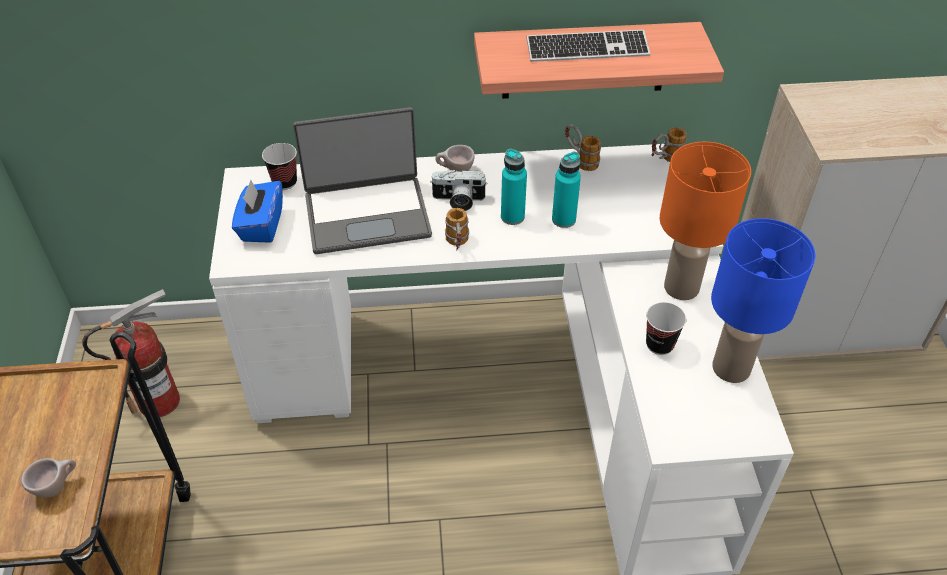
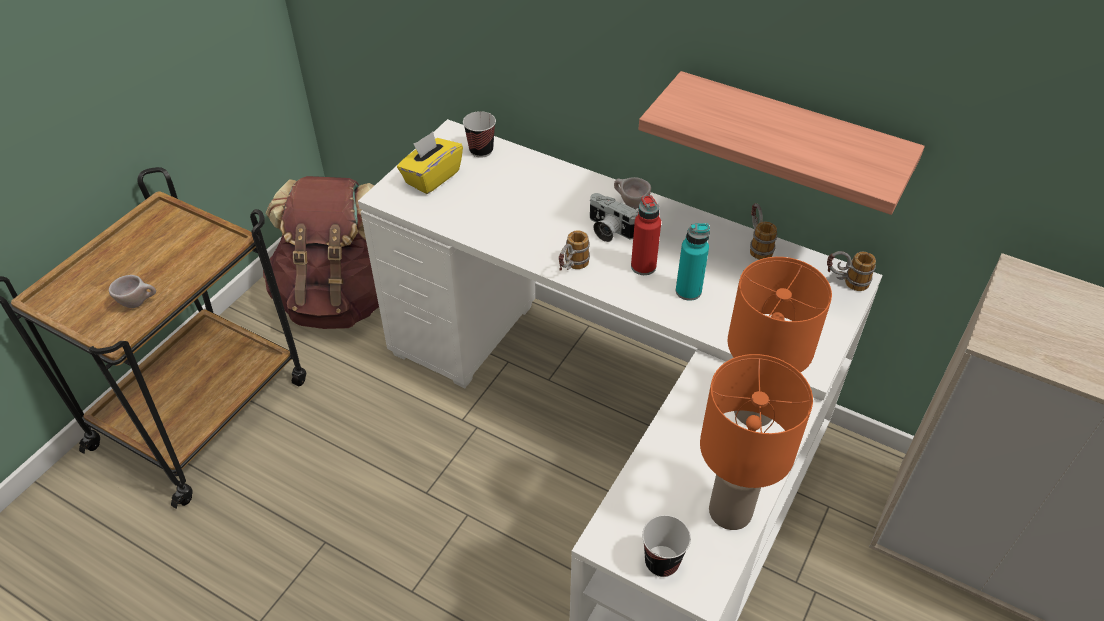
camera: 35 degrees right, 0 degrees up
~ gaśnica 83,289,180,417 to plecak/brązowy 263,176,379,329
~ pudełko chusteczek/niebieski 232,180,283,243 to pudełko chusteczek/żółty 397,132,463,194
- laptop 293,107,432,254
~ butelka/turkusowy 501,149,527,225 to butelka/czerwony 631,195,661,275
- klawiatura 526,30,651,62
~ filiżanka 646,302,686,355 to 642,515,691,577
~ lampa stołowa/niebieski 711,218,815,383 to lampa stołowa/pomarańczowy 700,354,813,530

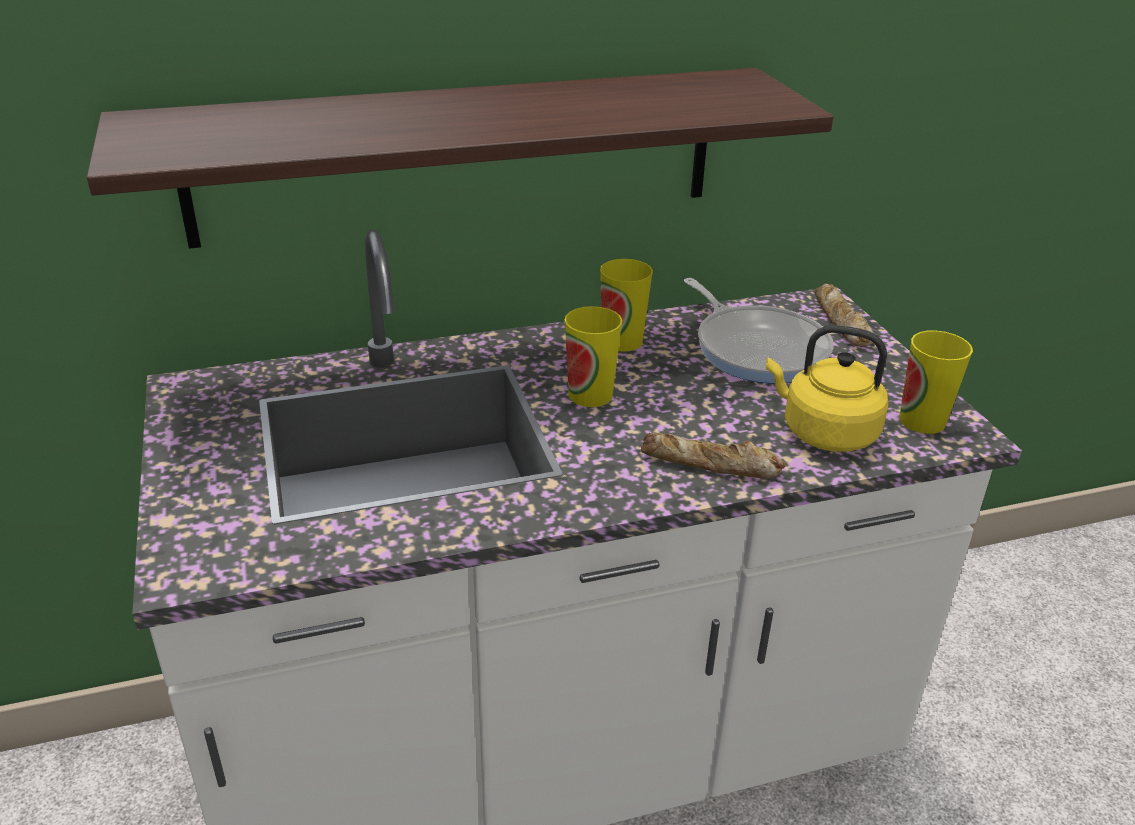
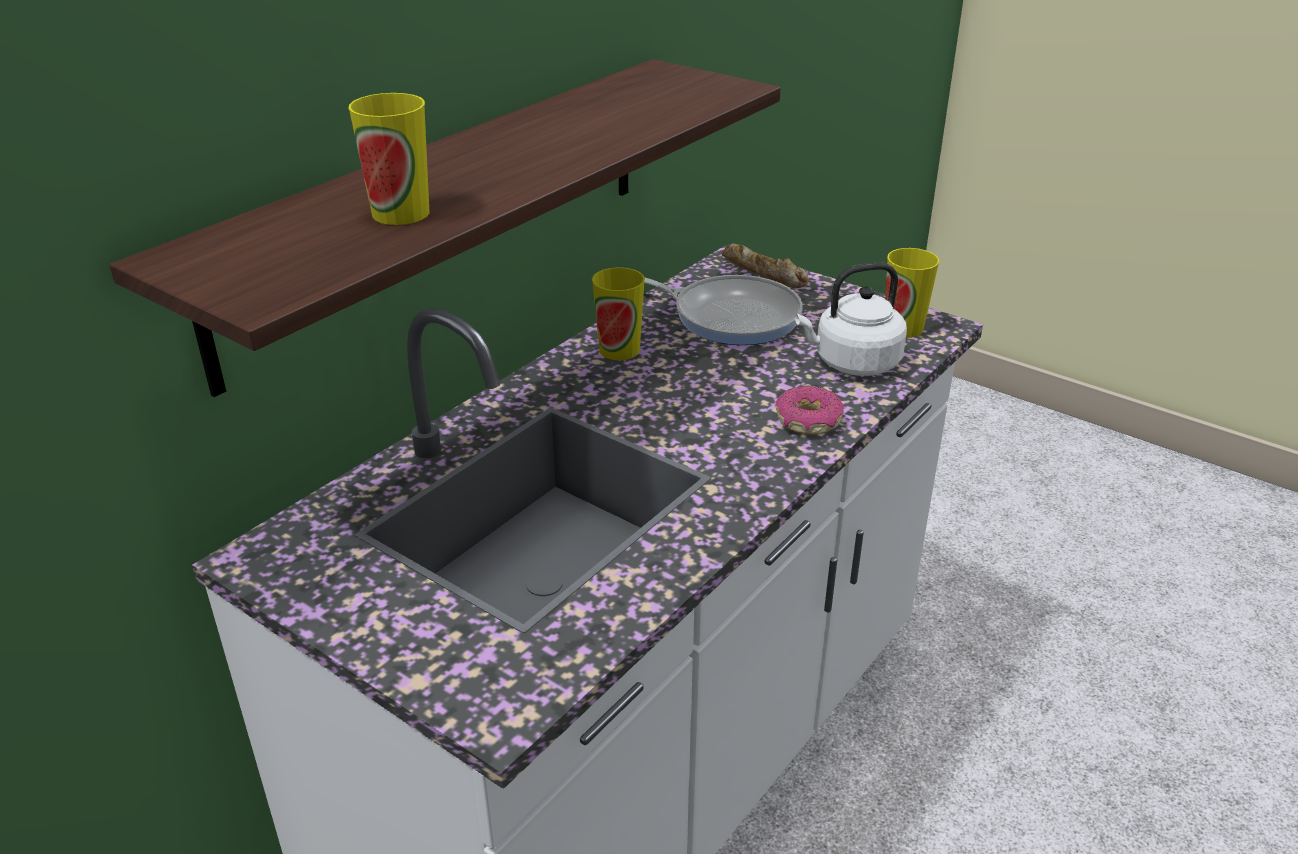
camera: 35 degrees left, 0 degrees up
~ filiżanka 565,306,622,407 to 349,93,430,225
~ chleb 641,433,785,479 to donut 776,385,844,435
~ czajnik/żółty 766,325,888,452 to czajnik/biały 795,262,907,376

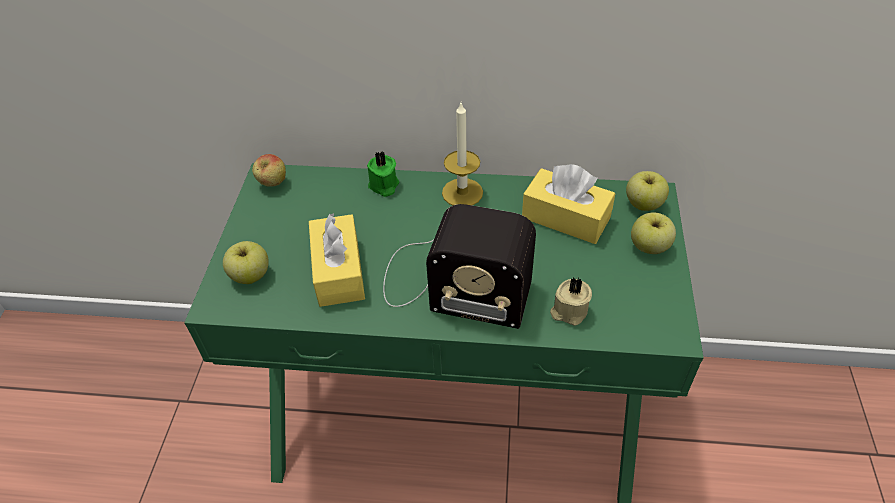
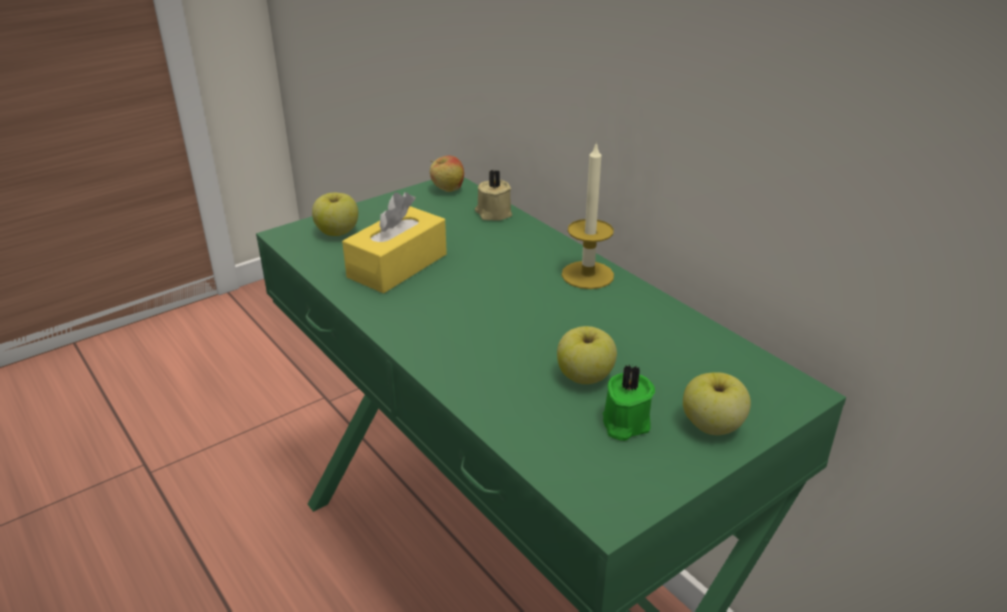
camera: 45 degrees right, 15 degrees down
~ świeca/zielony 367,152,399,197 to 603,365,655,441
- radio 383,204,536,329
- pudełko chusteczek/żółty 522,164,615,244
~ świeca/beżowy 550,277,592,326 to 475,170,512,221
~ jabłko 626,171,669,211 to 557,326,617,384

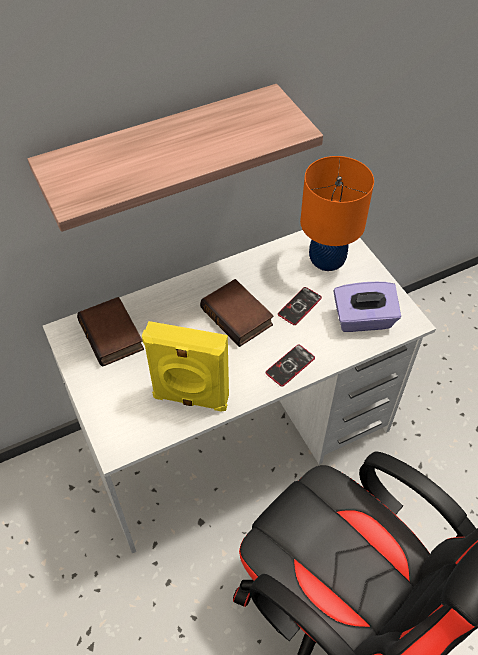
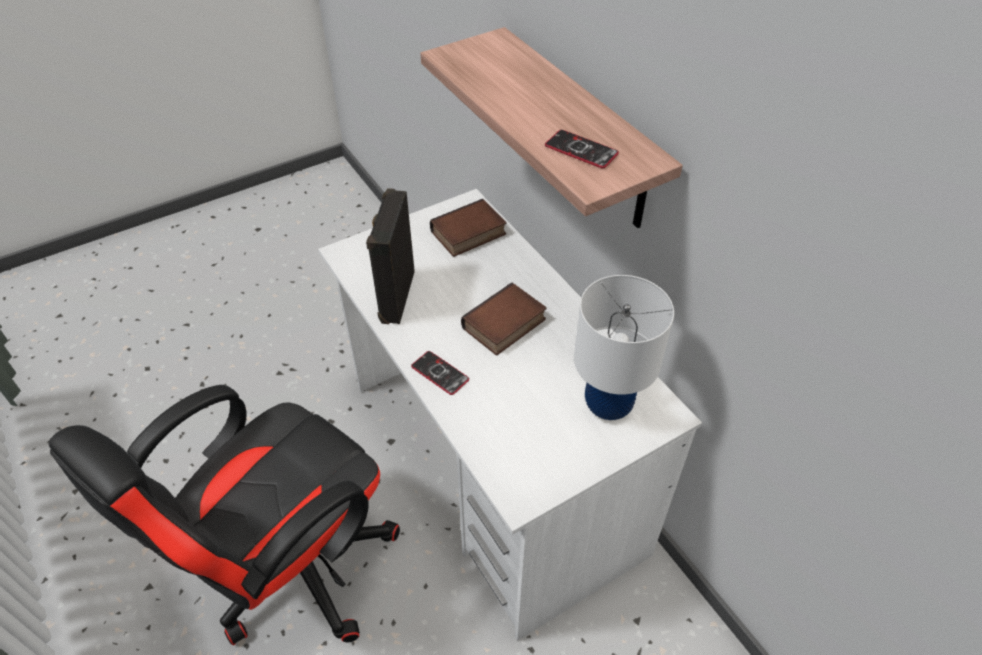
camera: 85 degrees right, 5 degrees down
~ głośnik/żółty 142,321,229,411 to głośnik/czarny 366,188,415,324
~ telefon 278,287,322,325 to 545,130,619,168
~ lampa stołowa/pomarańczowy 300,156,374,271 to lampa stołowa/biały 574,275,674,420
- pudełko chusteczek/fioletowy 333,282,401,332

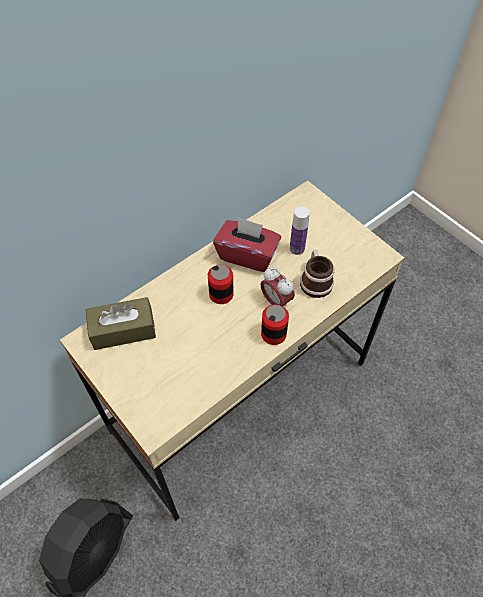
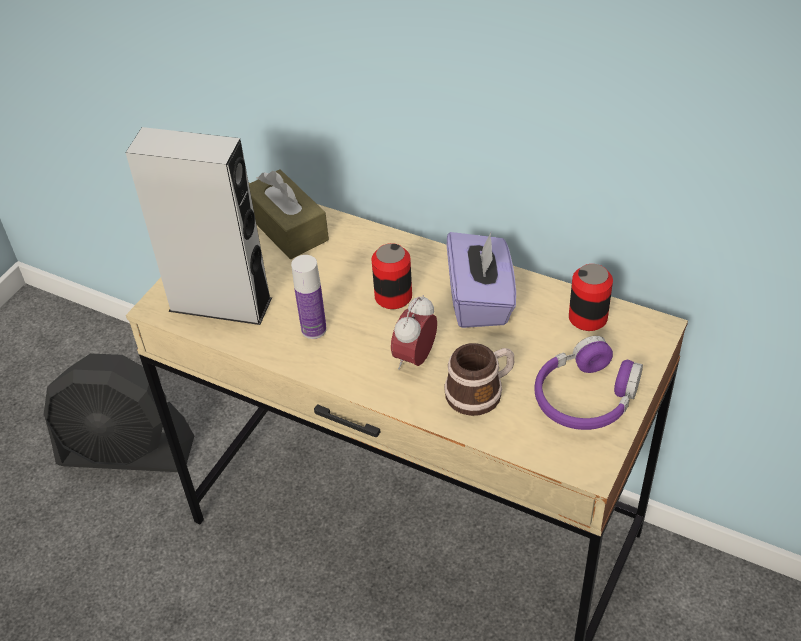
camera: 70 degrees right, 10 degrees down
~ pudełko chusteczek/czerwony 213,217,281,272 to pudełko chusteczek/fioletowy 447,232,516,328
~ puszka 261,305,289,345 to 569,264,613,331
~ butelka 290,206,310,255 to 291,255,327,339
+ głośnik/szary 126,127,272,325
+ słuchawki/fioletowy 534,336,643,430

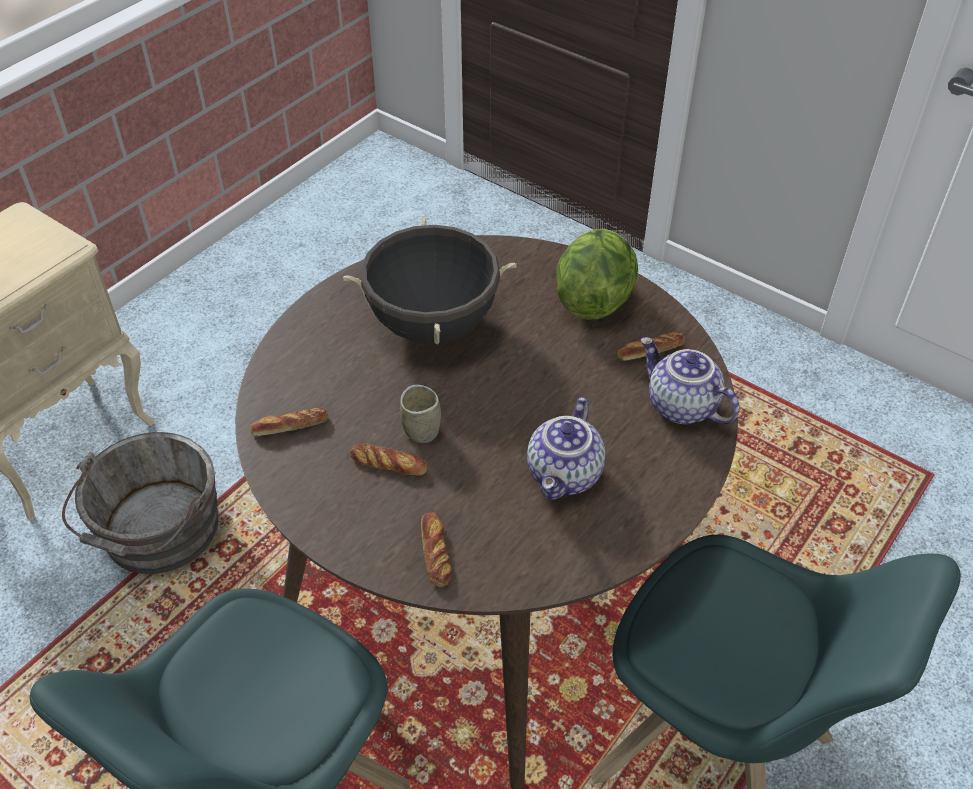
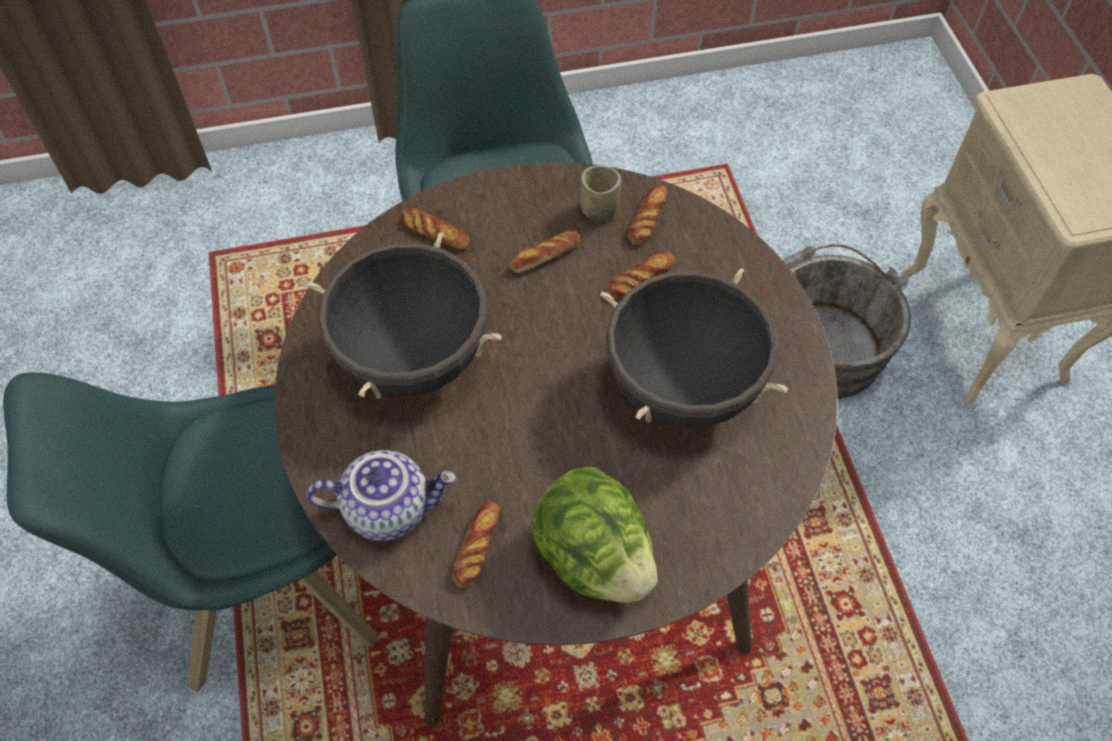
camera: 130 degrees right, 10 degrees up
~ filiżanka 400,385,441,443 to 581,166,621,221
~ imbryk 527,397,605,500 to garnek/czarny 307,232,502,399
+ chleb 607,251,675,299

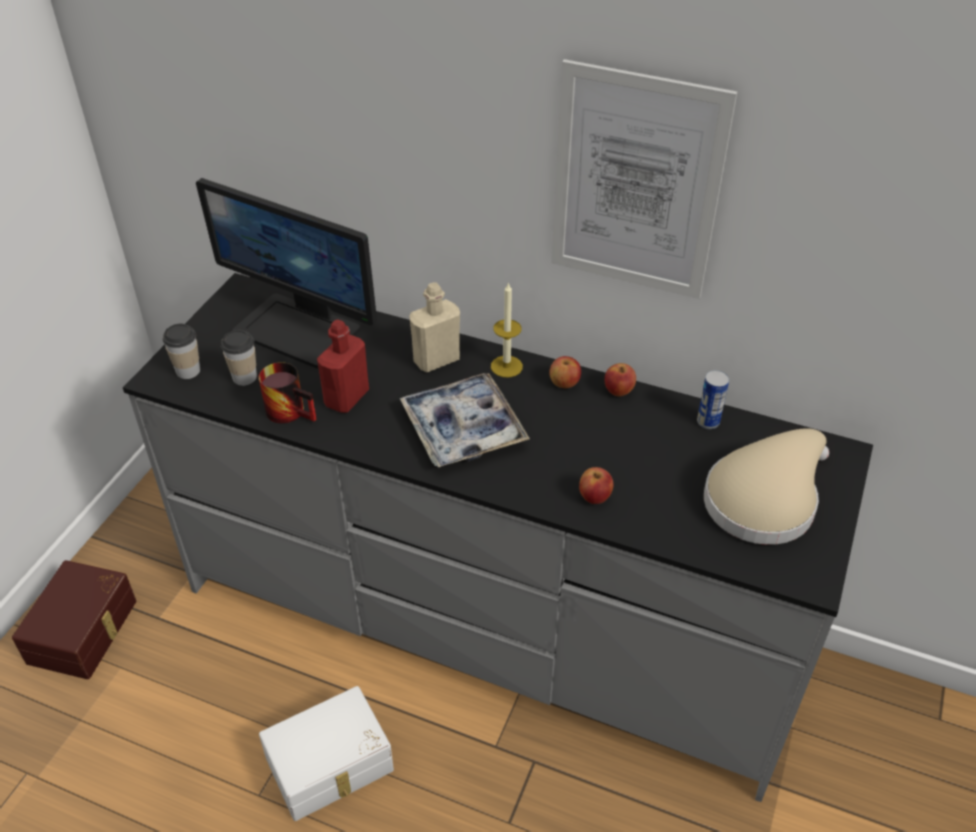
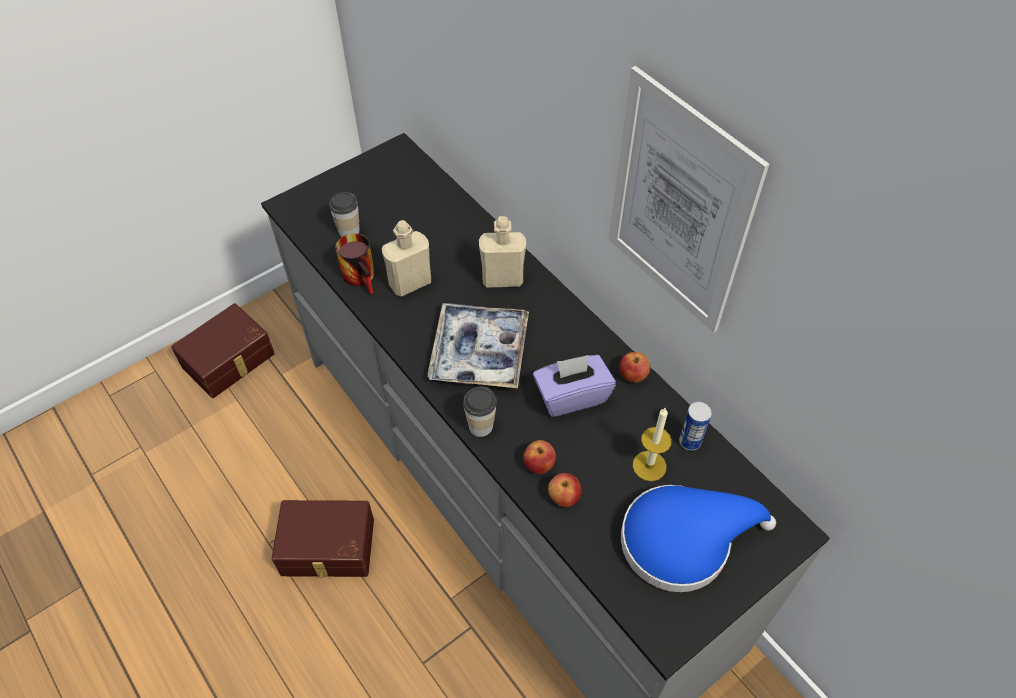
camera: 30 degrees right, 10 degrees up
~ filiżanka 163,324,200,379 to 463,387,497,437
- monitor 196,178,377,369
~ pojemnik do przechowywania/biały 259,686,394,821 to pojemnik do przechowywania/brązowy 272,500,374,578
~ butelka/czerwony 317,319,369,413 to butelka/beżowy 382,220,431,297
~ świeca 491,282,523,377 to 633,408,672,481
~ jabłko 549,356,581,388 to 548,473,582,507
~ kapelusz/beżowy 704,428,829,545 to kapelusz/niebieski 621,485,776,592
+ pudełko chusteczek/fioletowy 533,355,616,417

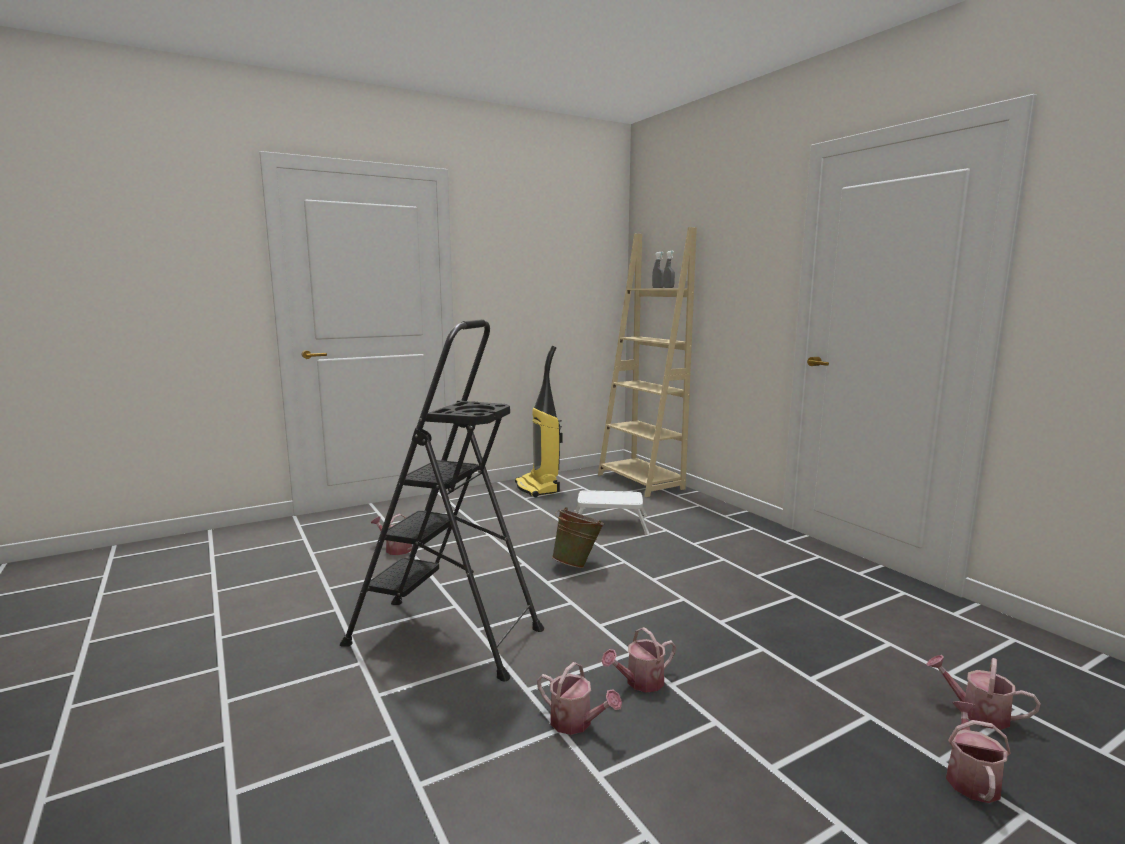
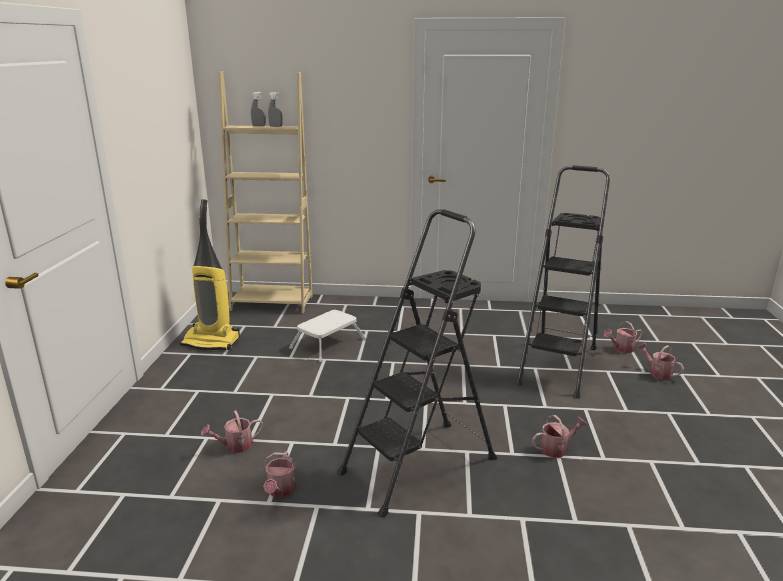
camera: 55 degrees left, 10 degrees up
- wiadro/zielony 552,507,604,568
~ konewka 601,627,676,693 to 263,452,296,498
+ drabinka 515,165,610,399

